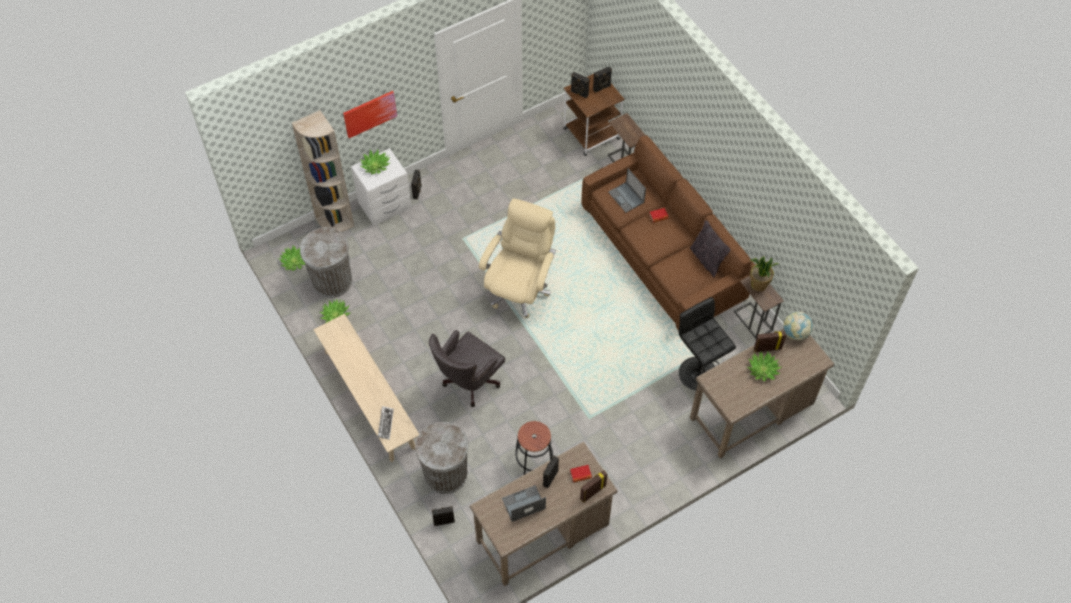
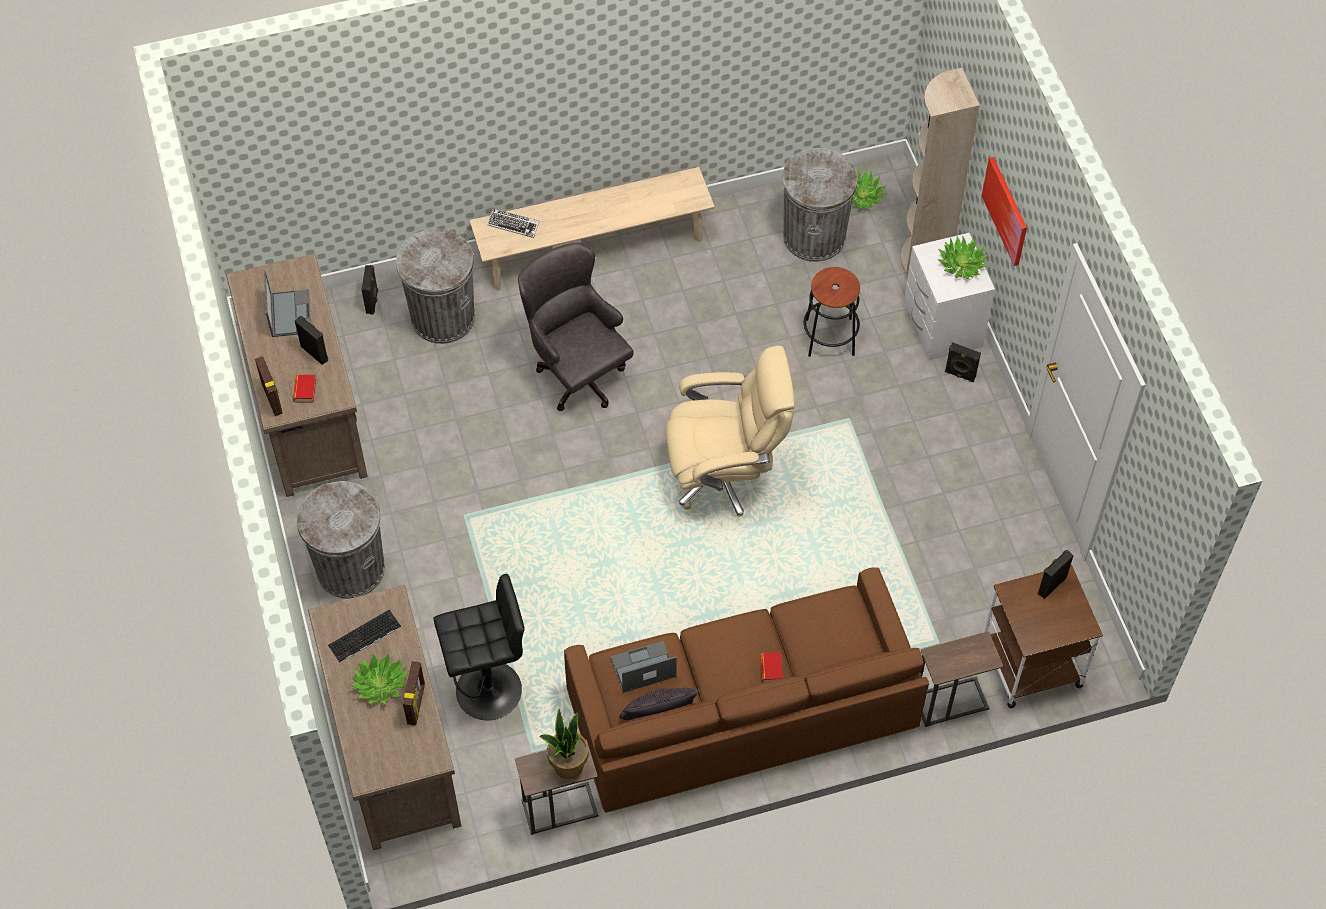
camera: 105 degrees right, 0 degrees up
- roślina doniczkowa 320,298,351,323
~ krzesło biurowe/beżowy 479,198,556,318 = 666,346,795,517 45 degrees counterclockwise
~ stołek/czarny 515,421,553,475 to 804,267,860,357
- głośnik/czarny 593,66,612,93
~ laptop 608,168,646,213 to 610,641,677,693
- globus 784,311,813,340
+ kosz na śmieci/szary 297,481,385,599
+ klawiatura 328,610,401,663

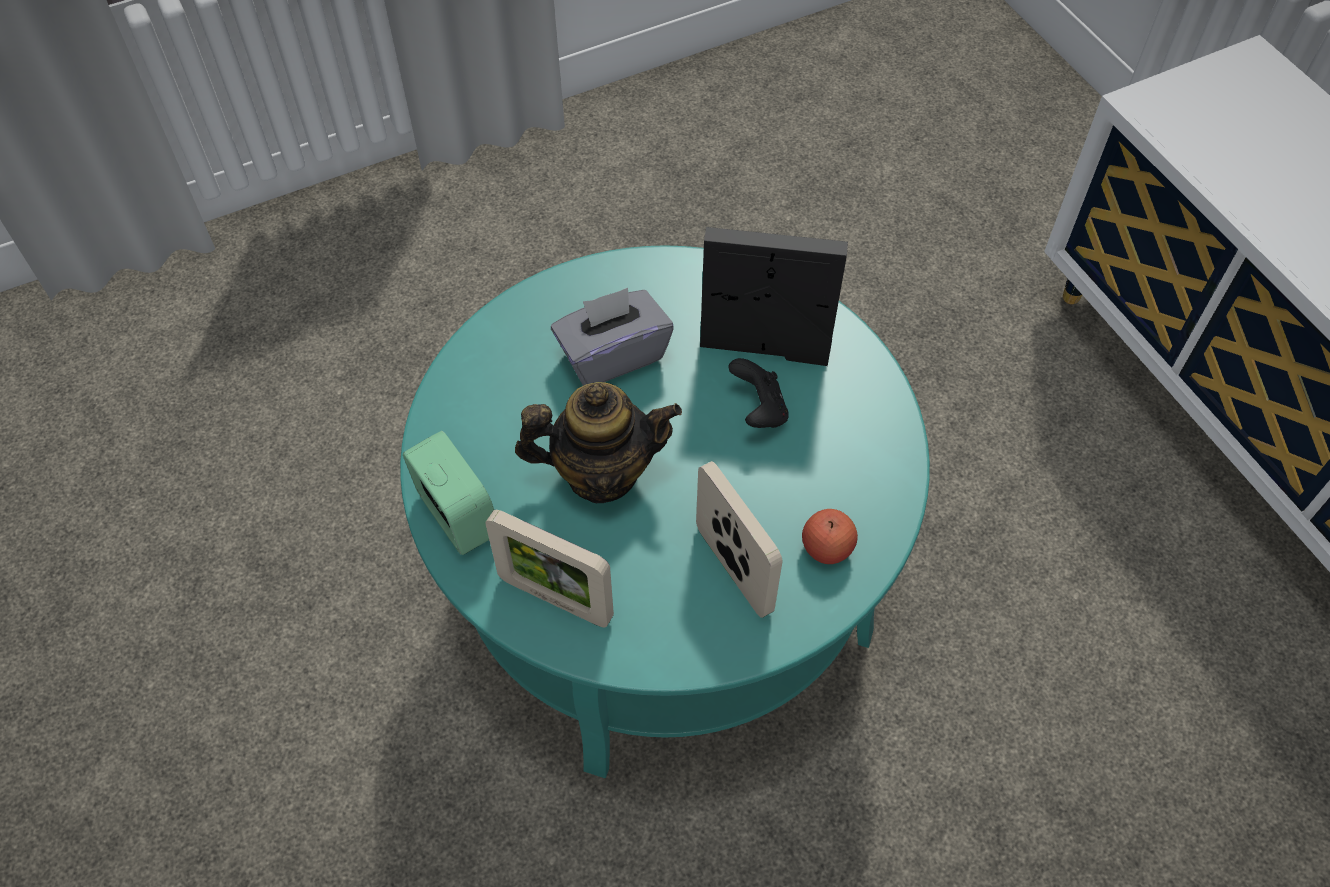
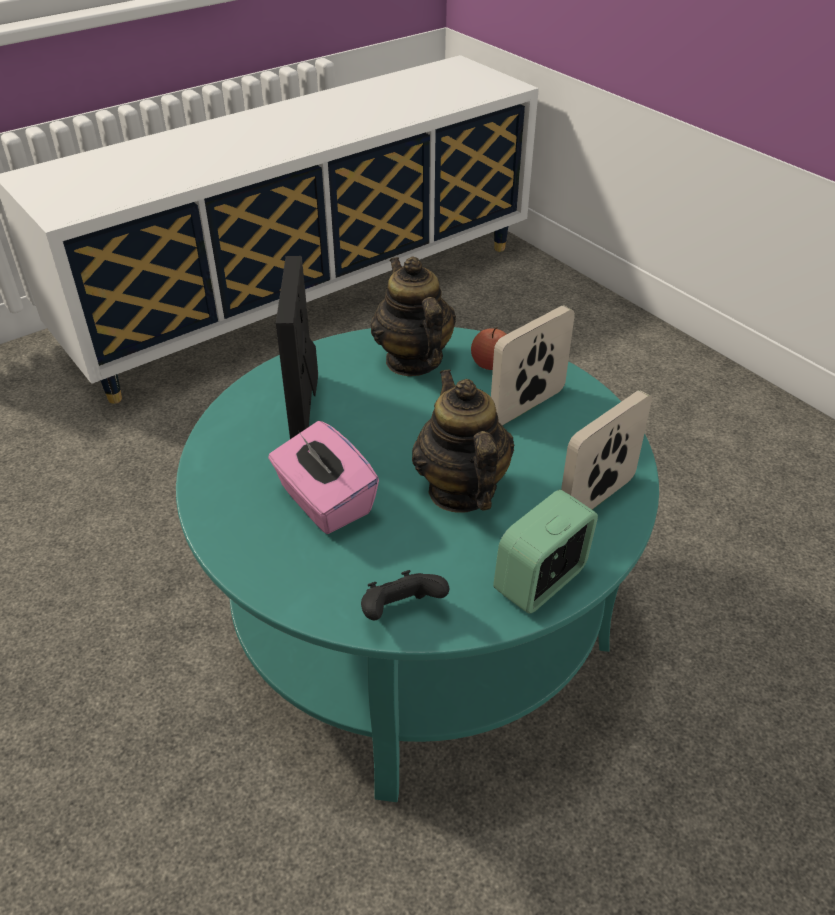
camera: 100 degrees left, 15 degrees down
~ ramka na zdjęcie 485,510,614,627 = 561,390,652,509 150 degrees counterclockwise
~ pudełko chusteczek/szary 551,288,674,386 to pudełko chusteczek/różowy 268,421,379,534
~ pad do gier/czarny 729,358,789,428 to 361,570,449,620
+ imbryk 371,256,456,376

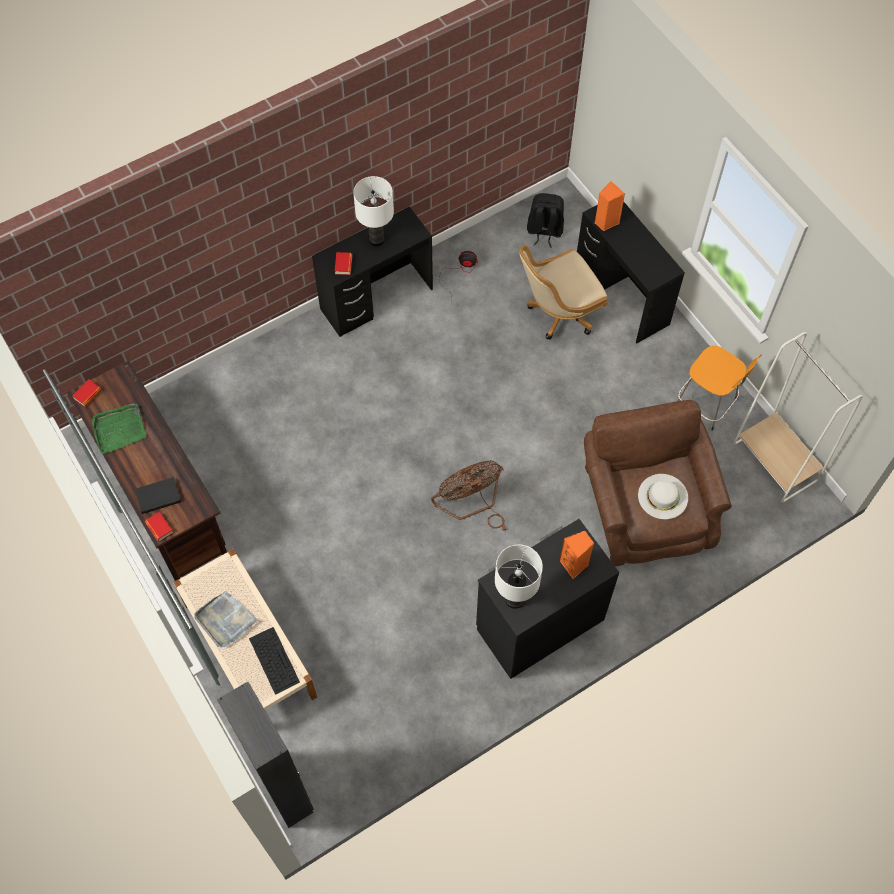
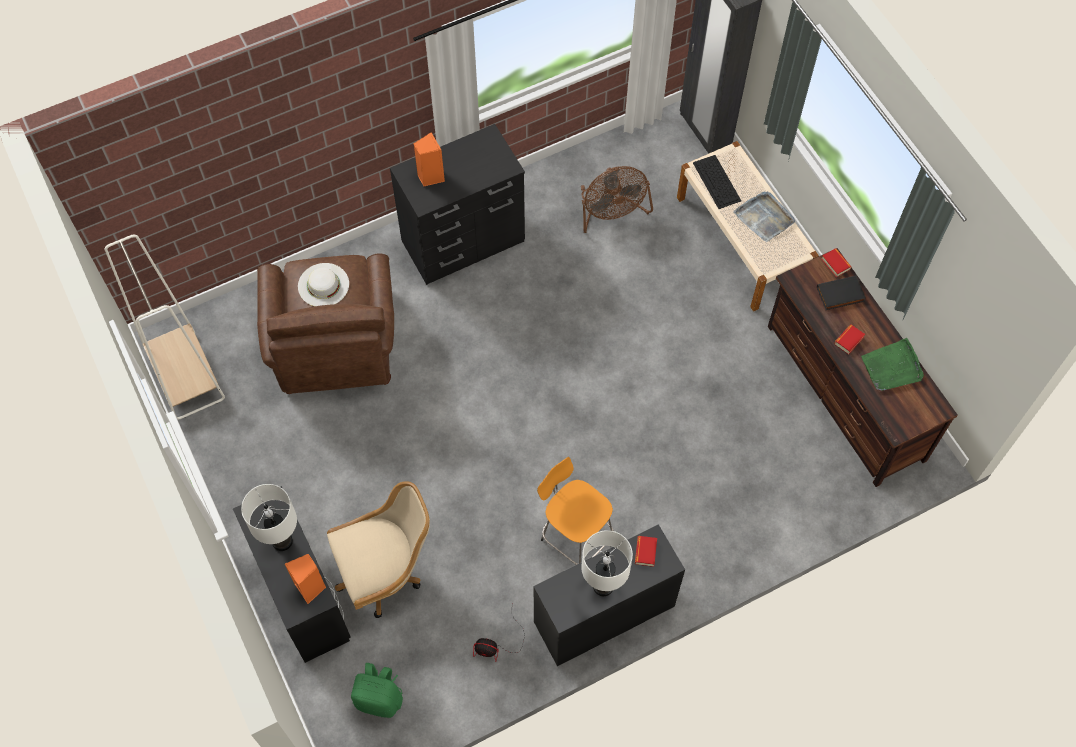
camera: 175 degrees left, 0 degrees up
~ książka 73,380,102,407 to 834,325,865,355
~ wentylator/brązowy 431,461,506,531 to 581,166,653,233
~ lampa stołowa/biały 495,545,543,609 to 241,484,297,551
~ plecak/czarny 527,193,564,248 to plecak/zielony 351,663,403,718
~ stołek/pomarańczowy 678,346,762,431 to 537,457,614,565

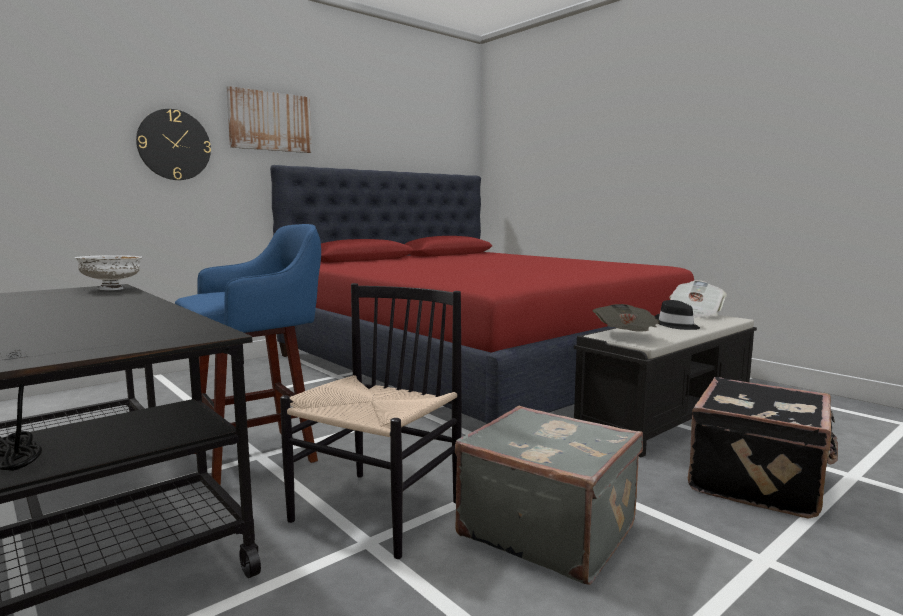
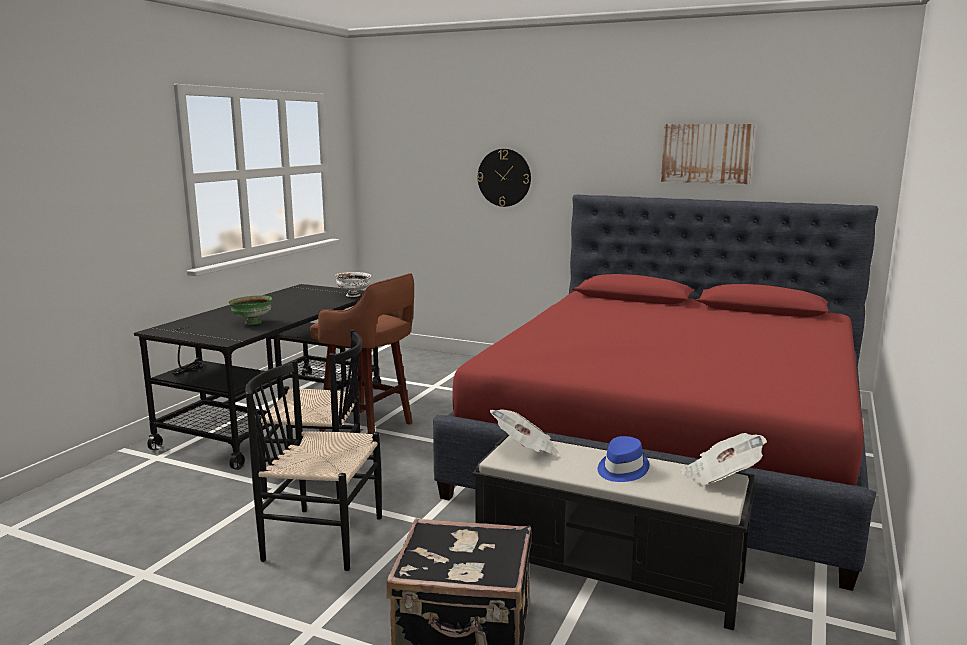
camera: 65 degrees right, 5 degrees up
~ stołek/niebieski 175,224,321,485 to stołek/brązowy 310,273,414,442
~ obraz 226,86,312,153 to 661,124,755,184
~ walizka/szary 455,406,643,585 to krzesło/czarny 245,360,382,571
~ kapelusz/czarny 655,300,700,330 to kapelusz/niebieski 597,436,649,482
+ miska/zielony 228,295,272,325

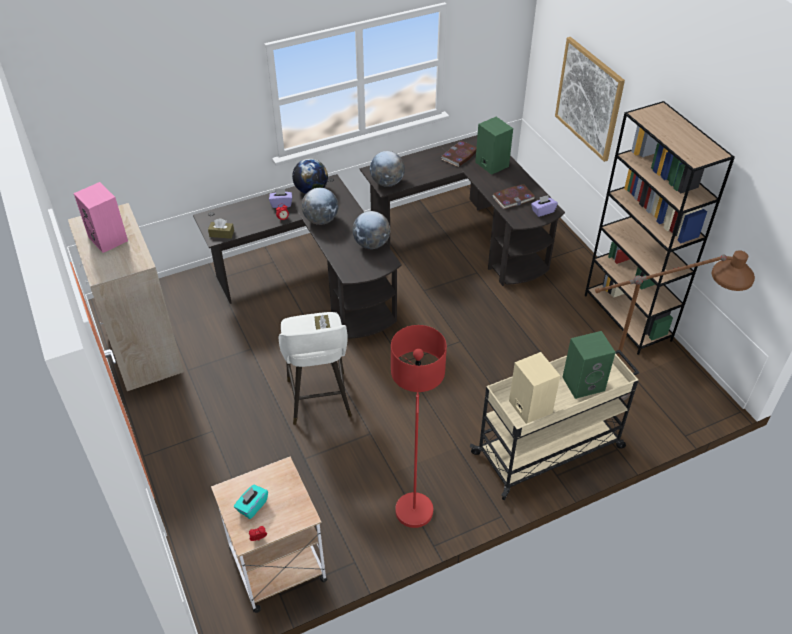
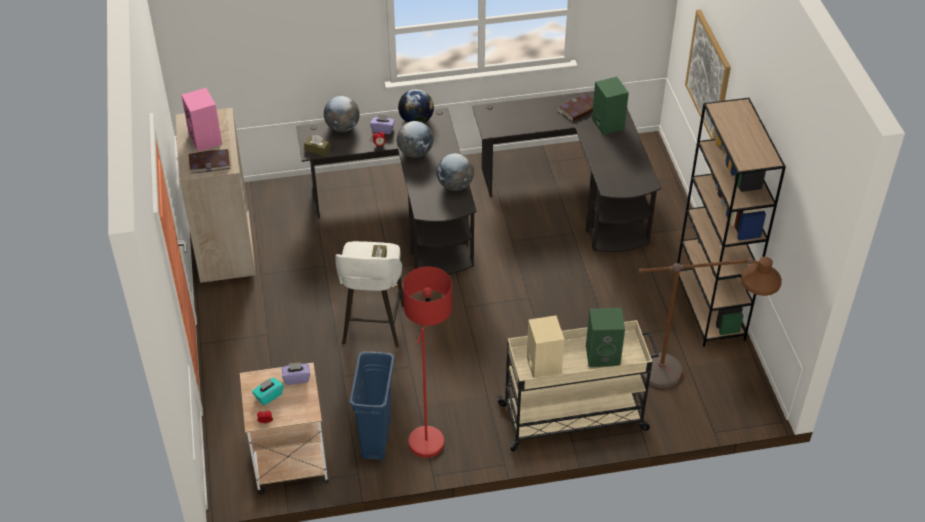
camera: 15 degrees right, 0 degrees up
~ globus 370,151,405,187 to 324,96,360,132
~ książka 492,184,535,209 to 188,149,232,173
~ pudełko chusteczek/fioletowy 531,195,558,217 to 282,362,310,385
+ kosz na śmieci/niebieski 349,351,395,460

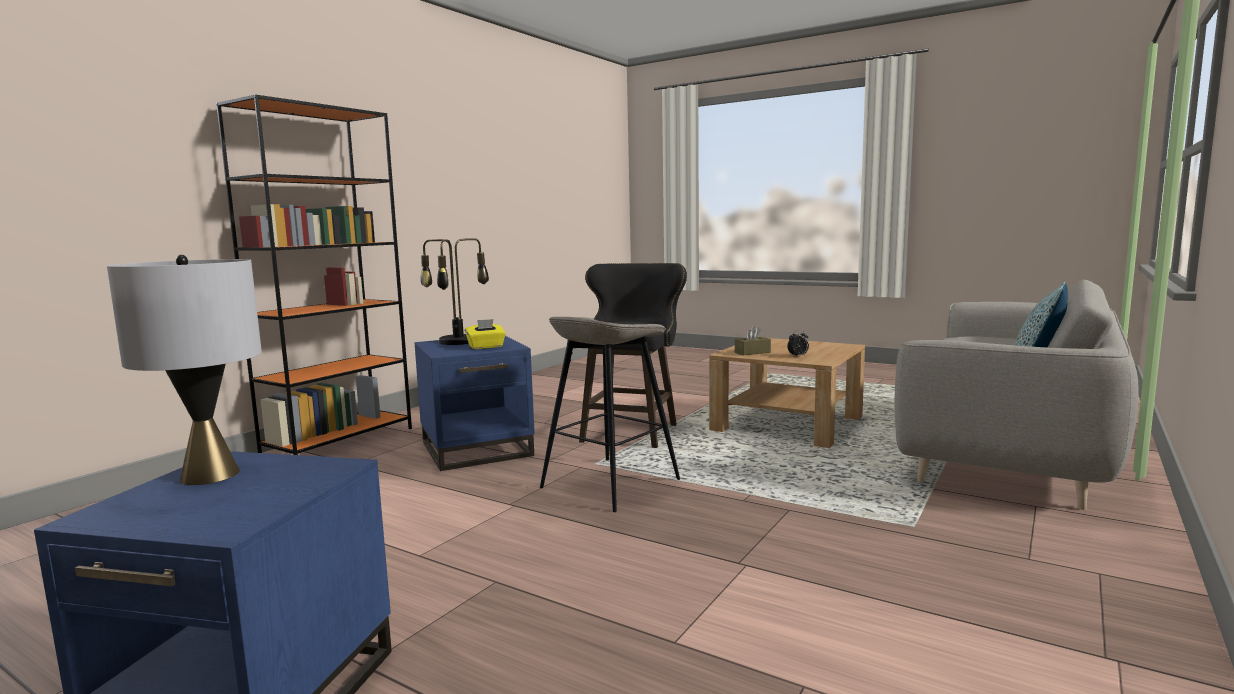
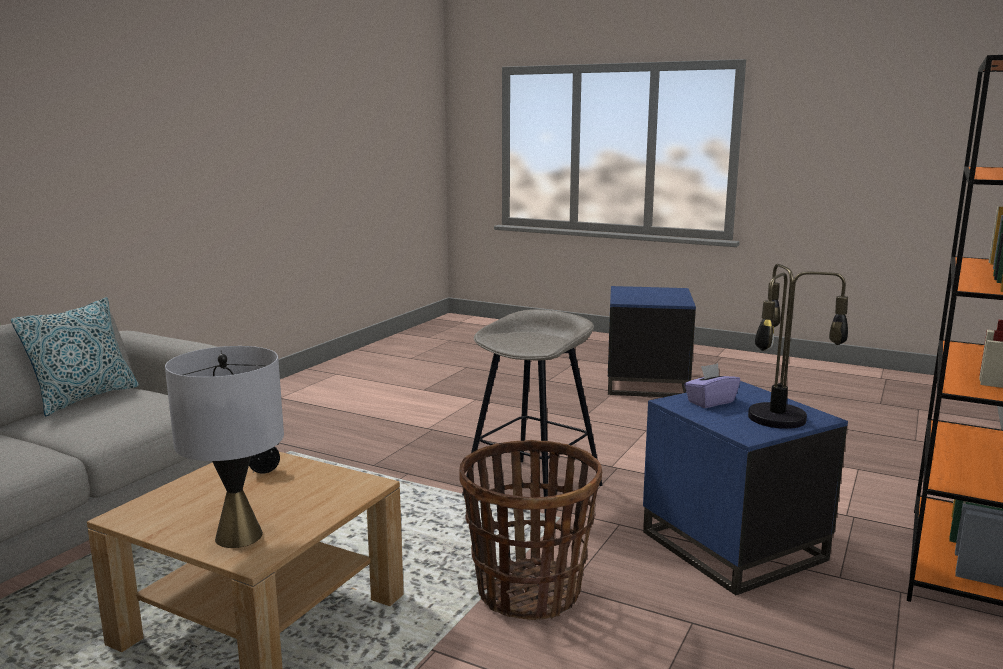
camera: 175 degrees right, 5 degrees up
~ lampa stołowa/szary 107,255,262,485 to 165,346,284,548
~ pudełko chusteczek/żółty 465,319,506,349 to pudełko chusteczek/fioletowy 684,363,741,408
~ stołek/czarny 579,263,687,448 to koszyk 460,440,602,620
- pudełko chusteczek/brązowy 735,326,771,356

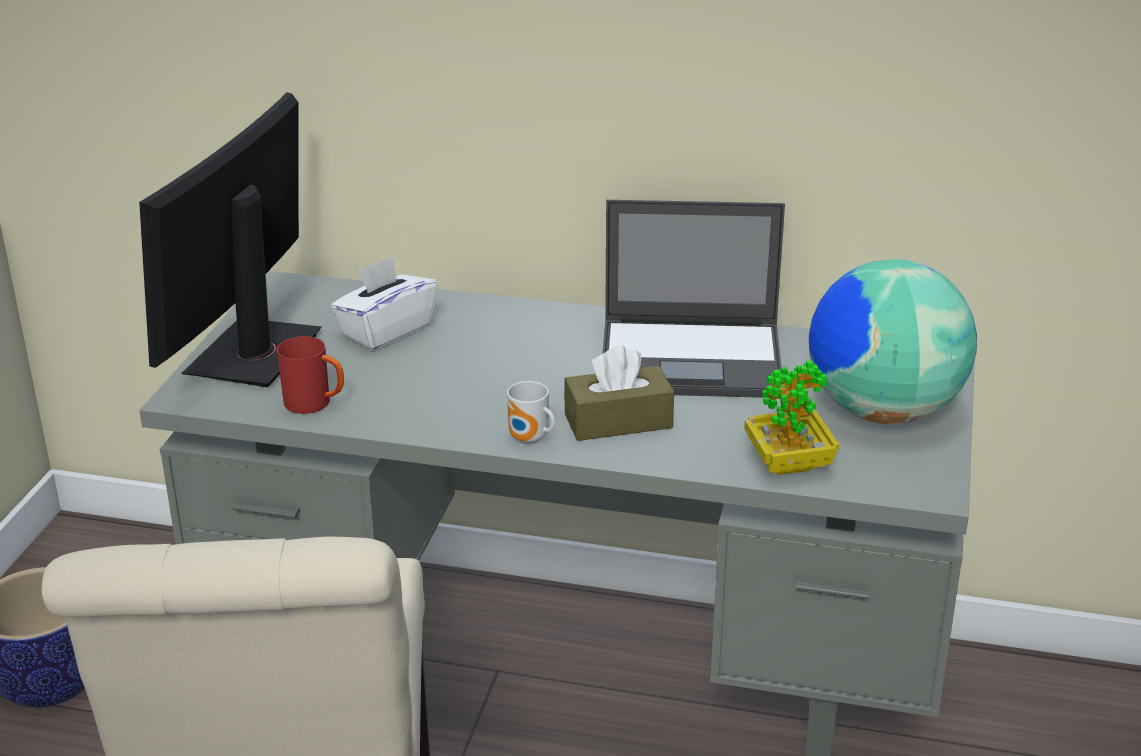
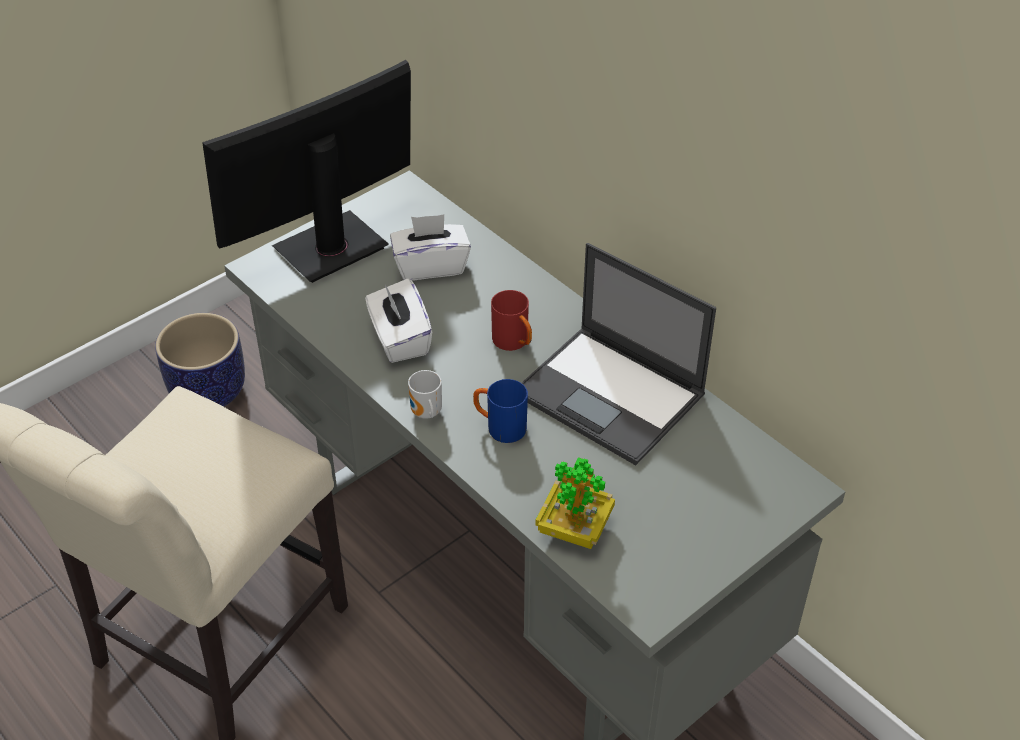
camera: 35 degrees right, 15 degrees up
~ kubek/czerwony 277,336,344,414 to 491,290,532,351
~ pudełko chusteczek/brązowy 564,345,674,441 to kubek/niebieski 473,379,528,443
- globus 809,259,977,424
+ pudełko chusteczek/biały 365,278,432,363

